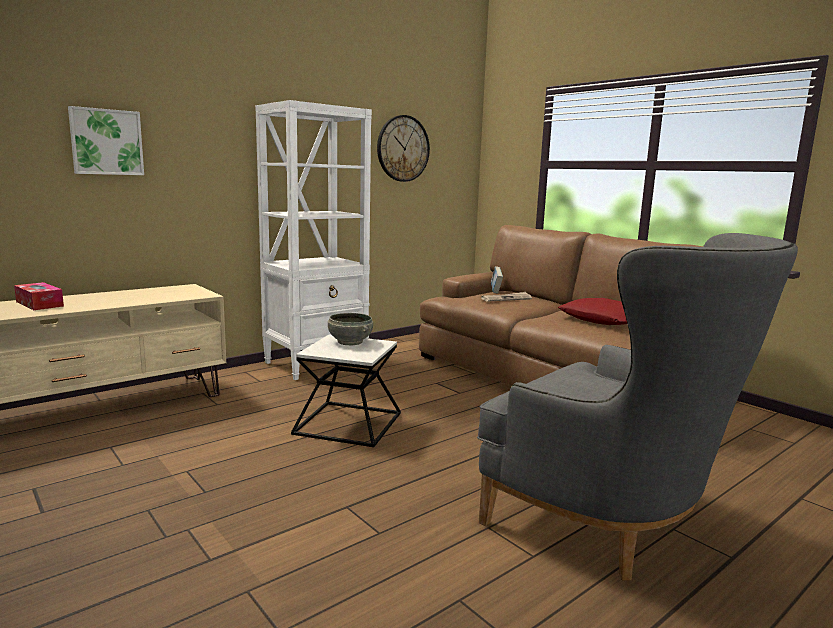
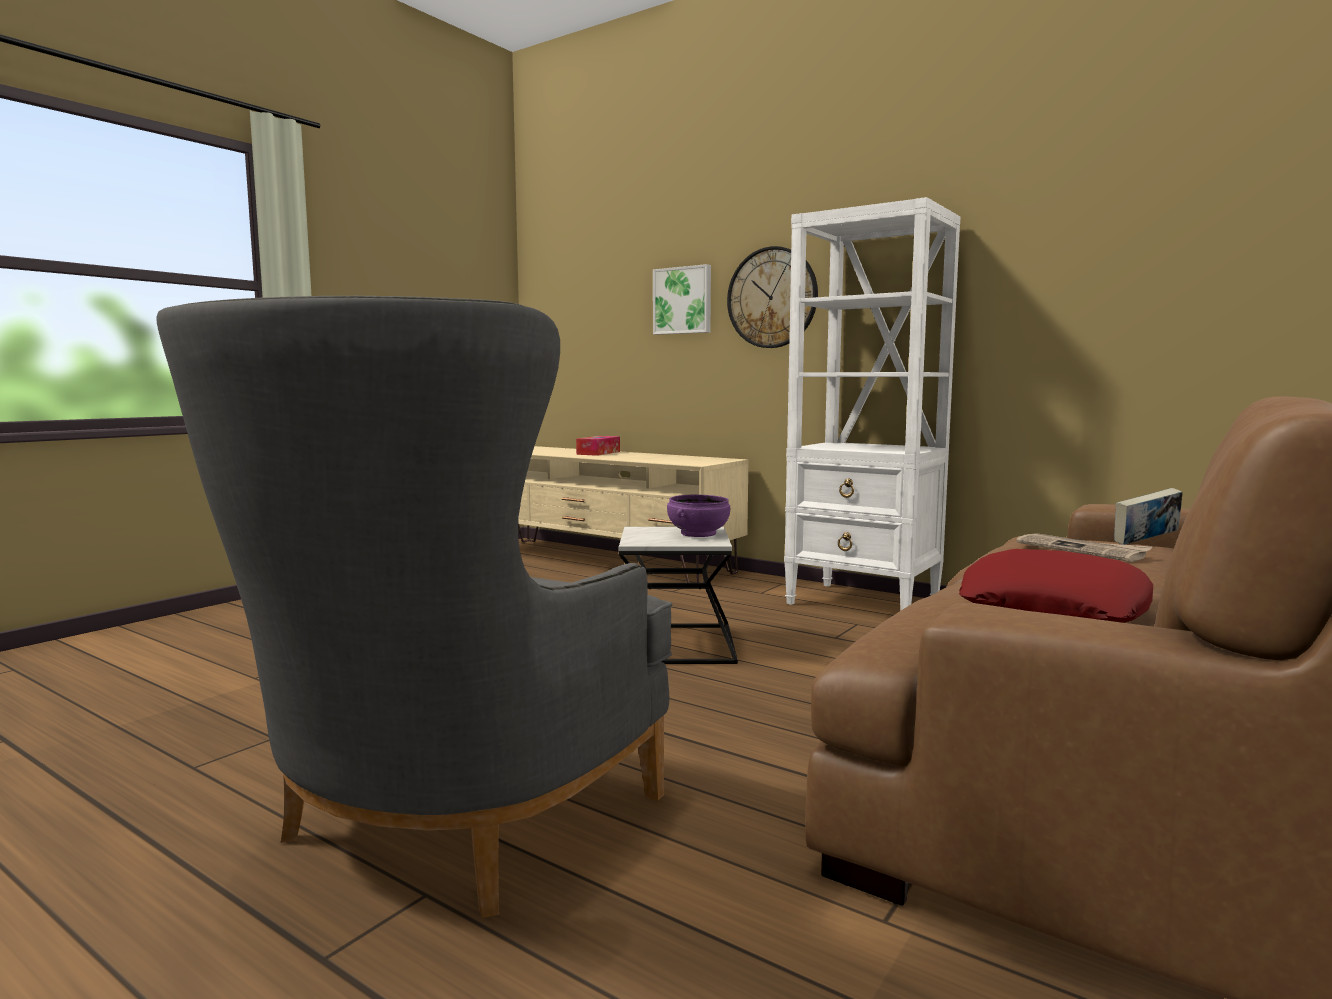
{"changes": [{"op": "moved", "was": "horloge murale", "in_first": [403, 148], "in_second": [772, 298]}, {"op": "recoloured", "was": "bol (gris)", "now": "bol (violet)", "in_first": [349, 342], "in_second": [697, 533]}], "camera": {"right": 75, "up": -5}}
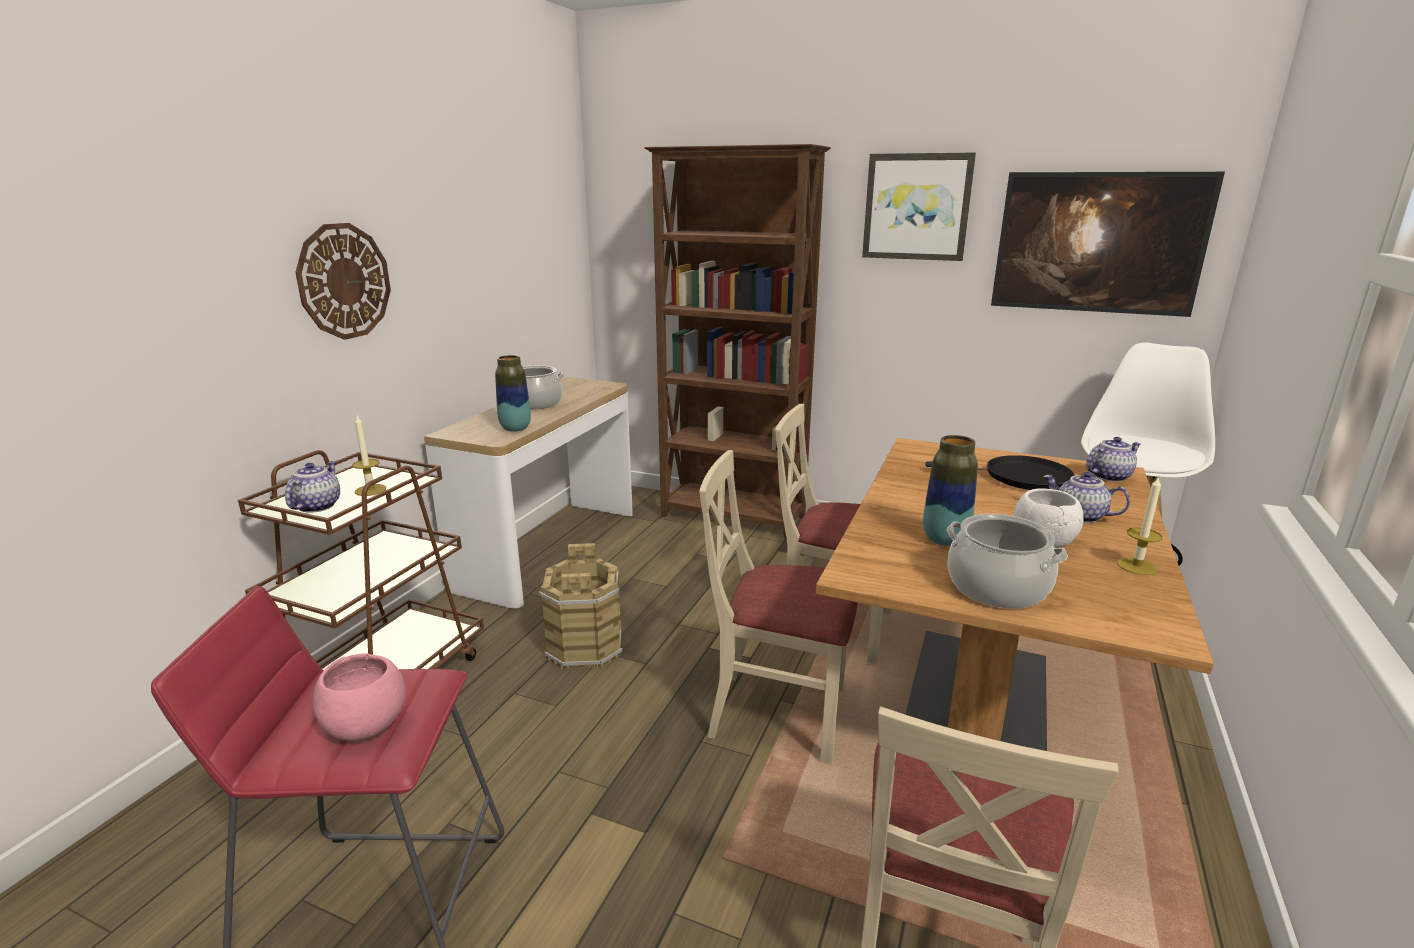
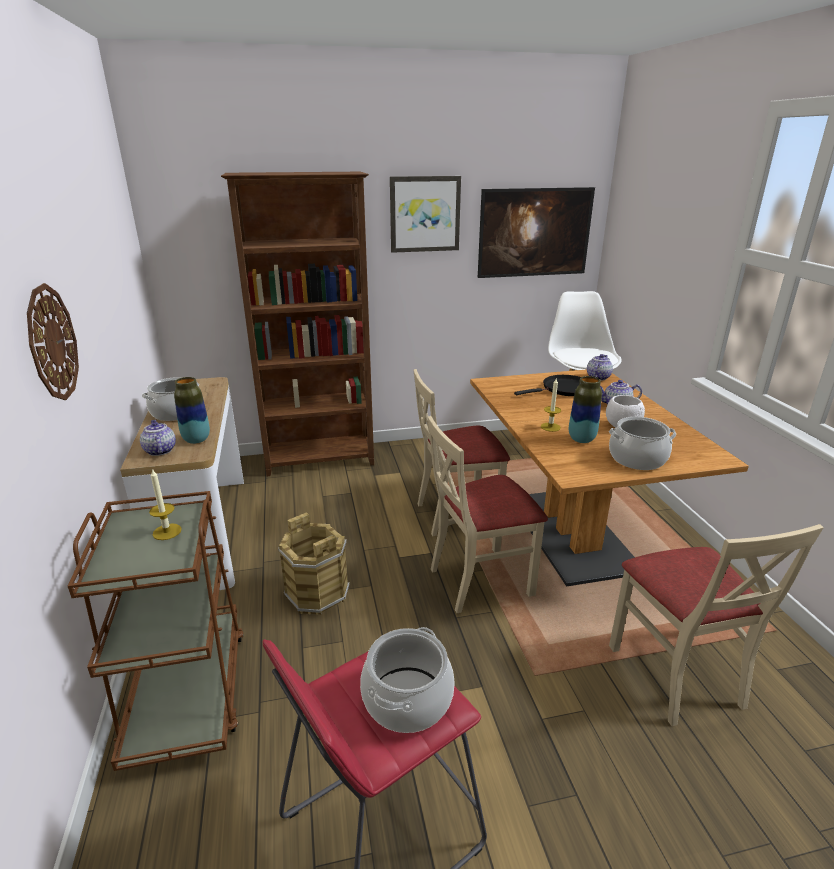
{"changes": [{"op": "moved", "was": "théière", "in_first": [317, 506], "in_second": [159, 450]}, {"op": "moved", "was": "bougie", "in_first": [1136, 566], "in_second": [550, 427]}, {"op": "replaced", "was": "bol (rose)", "now": "marmite", "in_first": [365, 727], "in_second": [408, 699]}], "camera": {"right": -35, "up": 5}}
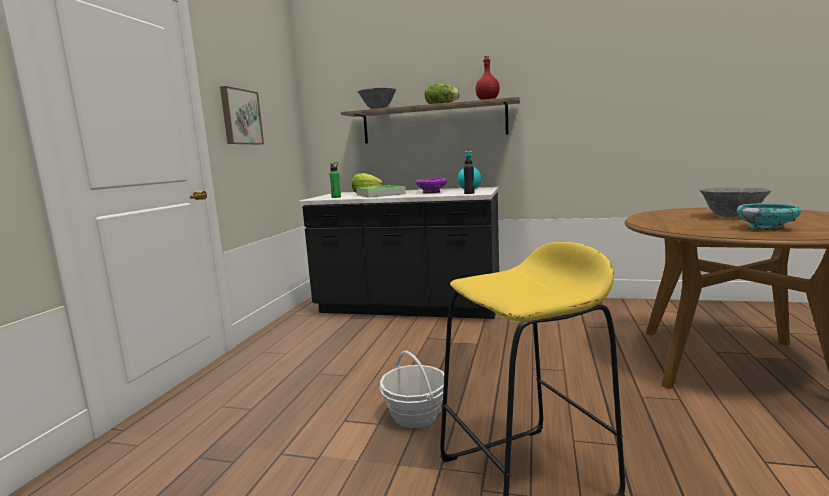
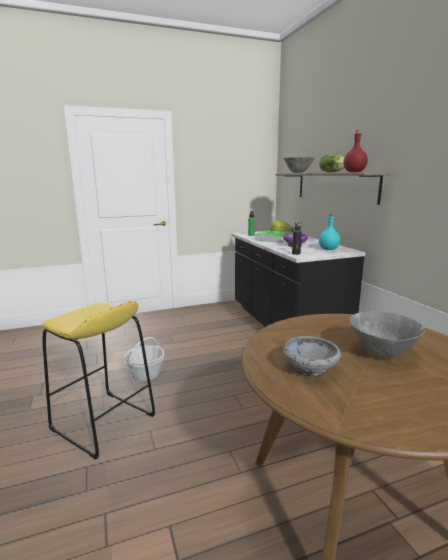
{"changes": [{"op": "removed", "was": "tableau", "in_first": [240, 117]}, {"op": "recoloured", "was": "bol (turquoise)", "now": "bol (gris)", "in_first": [766, 228], "in_second": [310, 370]}], "camera": {"right": 55, "up": 5}}
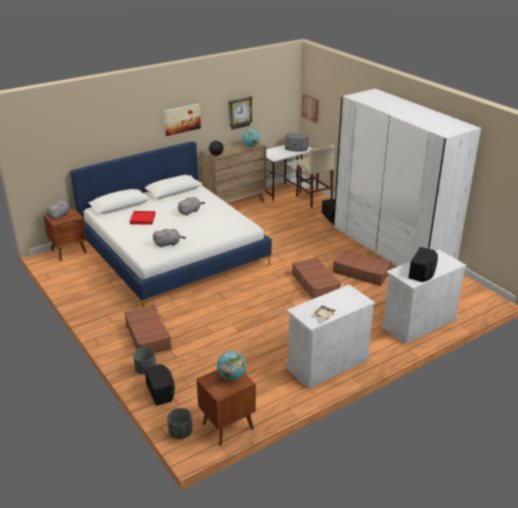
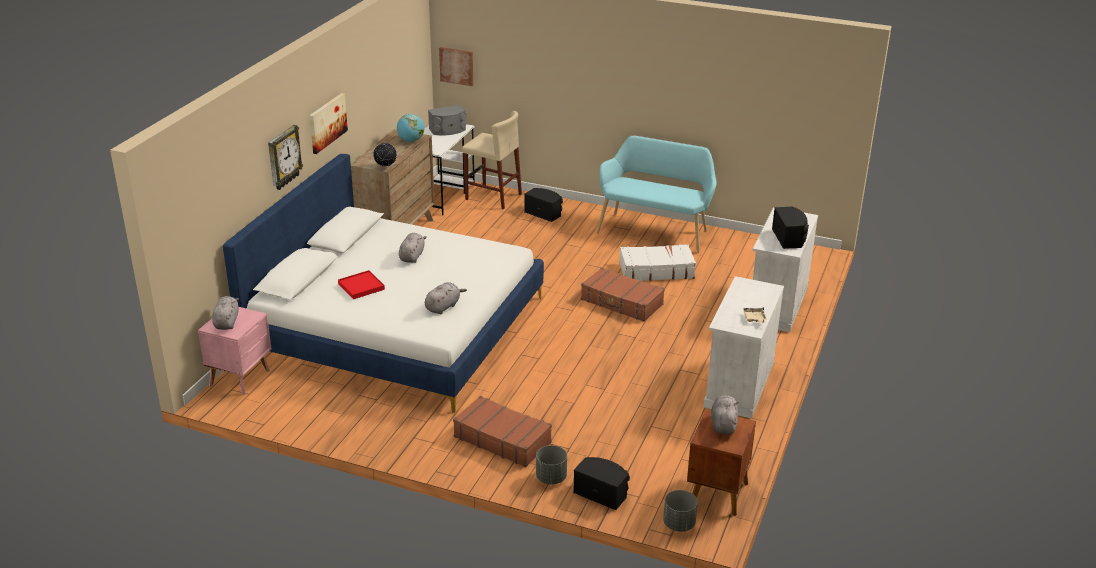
{"changes": [{"op": "replaced", "was": "armoire (blanc)", "now": "banc (turquoise)", "in_first": [391, 248], "in_second": [655, 230]}, {"op": "moved", "was": "horloge murale", "in_first": [239, 112], "in_second": [283, 157]}, {"op": "recoloured", "was": "table de chevet (marron)", "now": "table de chevet (rose)", "in_first": [69, 251], "in_second": [241, 378]}, {"op": "recoloured", "was": "valise (marron)", "now": "valise (blanc)", "in_first": [361, 272], "in_second": [656, 270]}, {"op": "replaced", "was": "globe", "now": "peluche (gris)", "in_first": [231, 376], "in_second": [723, 424]}], "camera": {"right": -35, "up": 0}}
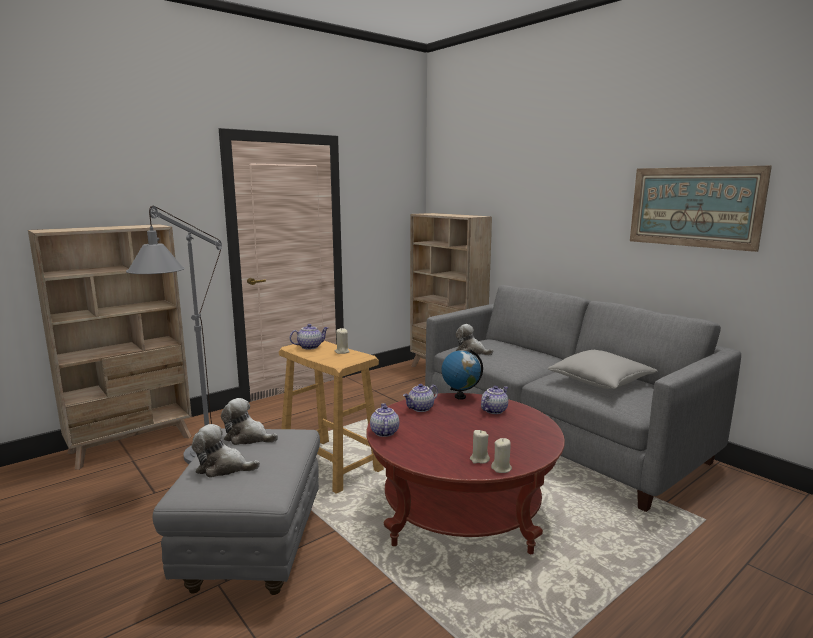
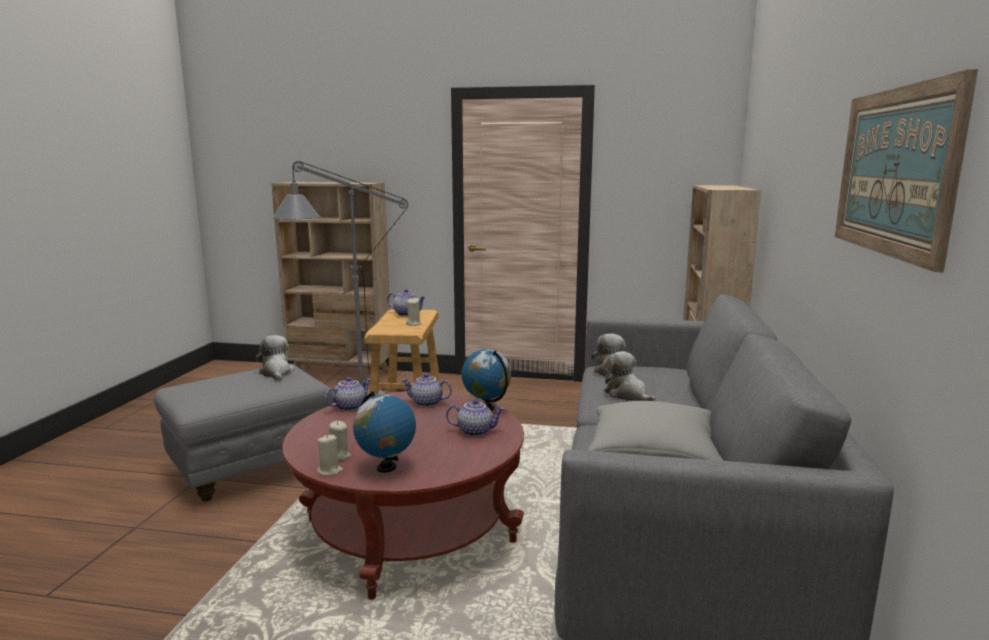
{"changes": [{"op": "moved", "was": "peluche", "in_first": [223, 468], "in_second": [627, 395]}, {"op": "added", "now": "globe", "in_second": [386, 468]}], "camera": {"right": 50, "up": 0}}
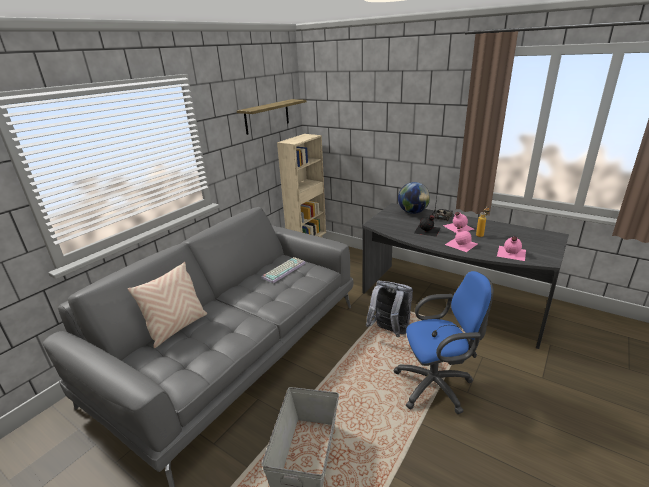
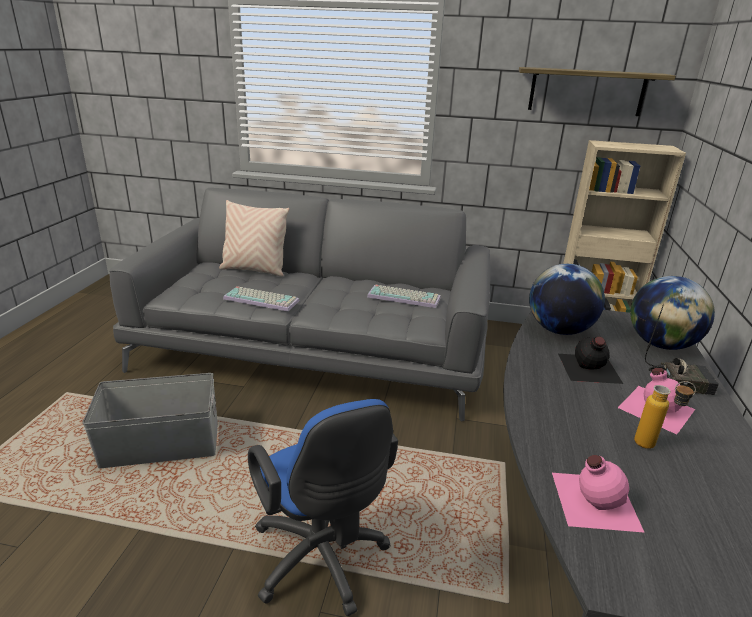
{"changes": [{"op": "removed", "was": "bouteille (rose)", "in_first": [461, 243]}, {"op": "removed", "was": "sac à dos (gris)", "in_first": [389, 331]}, {"op": "added", "now": "globe", "in_second": [559, 330]}, {"op": "added", "now": "clavier", "in_second": [263, 299]}], "camera": {"right": 65, "up": 0}}
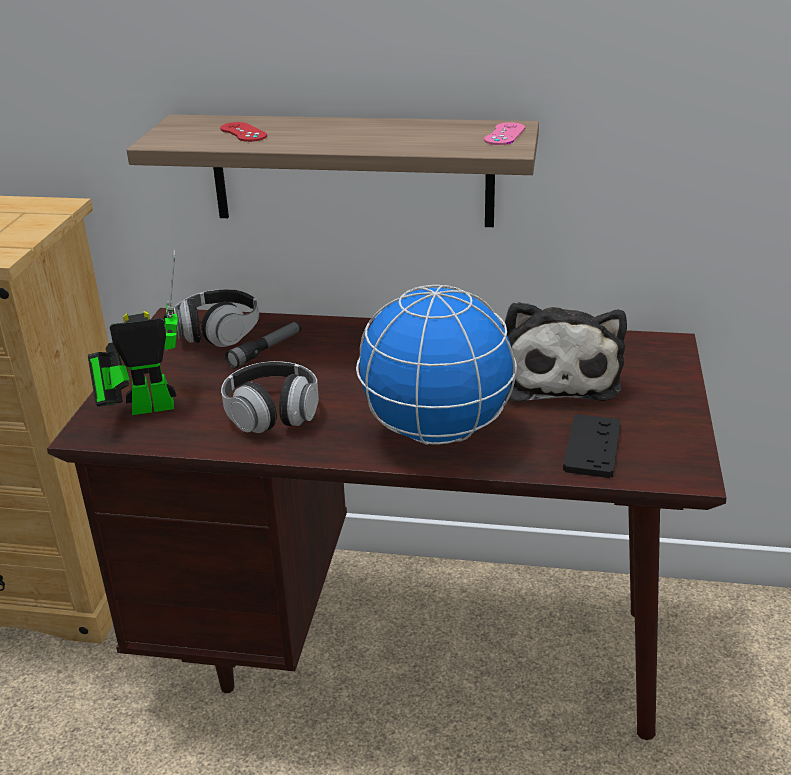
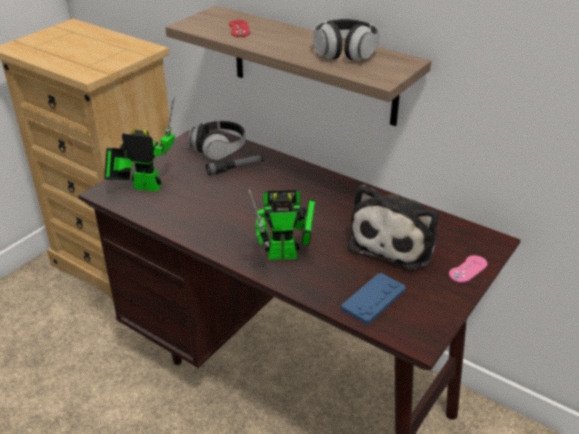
{"changes": [{"op": "moved", "was": "manette (rose)", "in_first": [504, 134], "in_second": [468, 269]}, {"op": "replaced", "was": "globe", "now": "robot jouet", "in_first": [436, 431], "in_second": [287, 254]}, {"op": "moved", "was": "casque audio", "in_first": [272, 414], "in_second": [345, 52]}, {"op": "recoloured", "was": "manette (noir)", "now": "manette (bleu)", "in_first": [592, 447], "in_second": [373, 299]}], "camera": {"right": 25, "up": 5}}
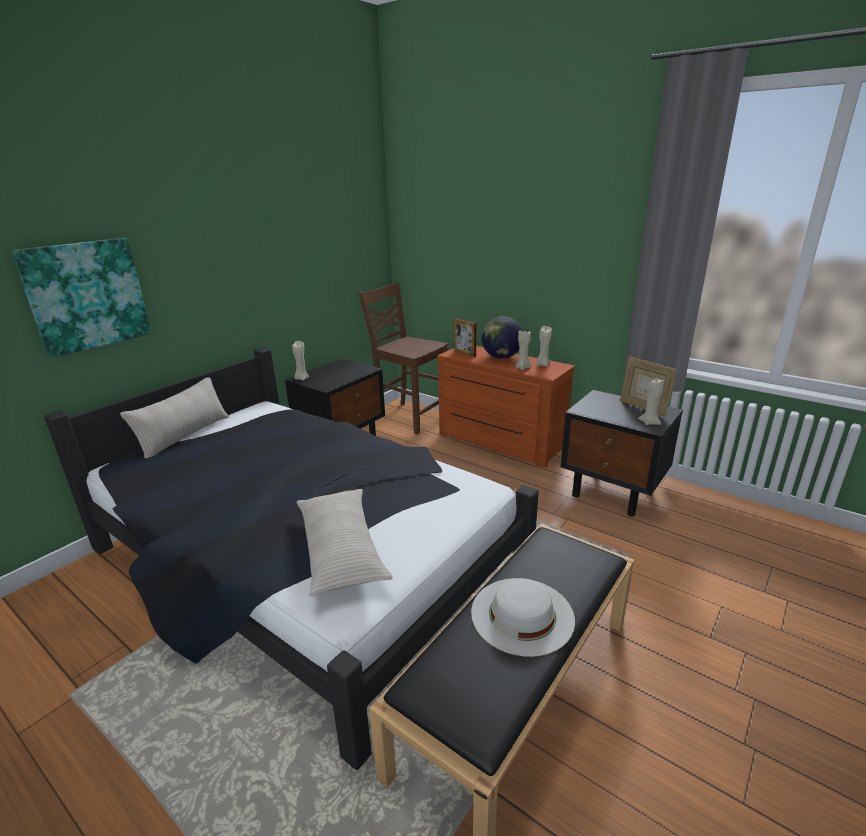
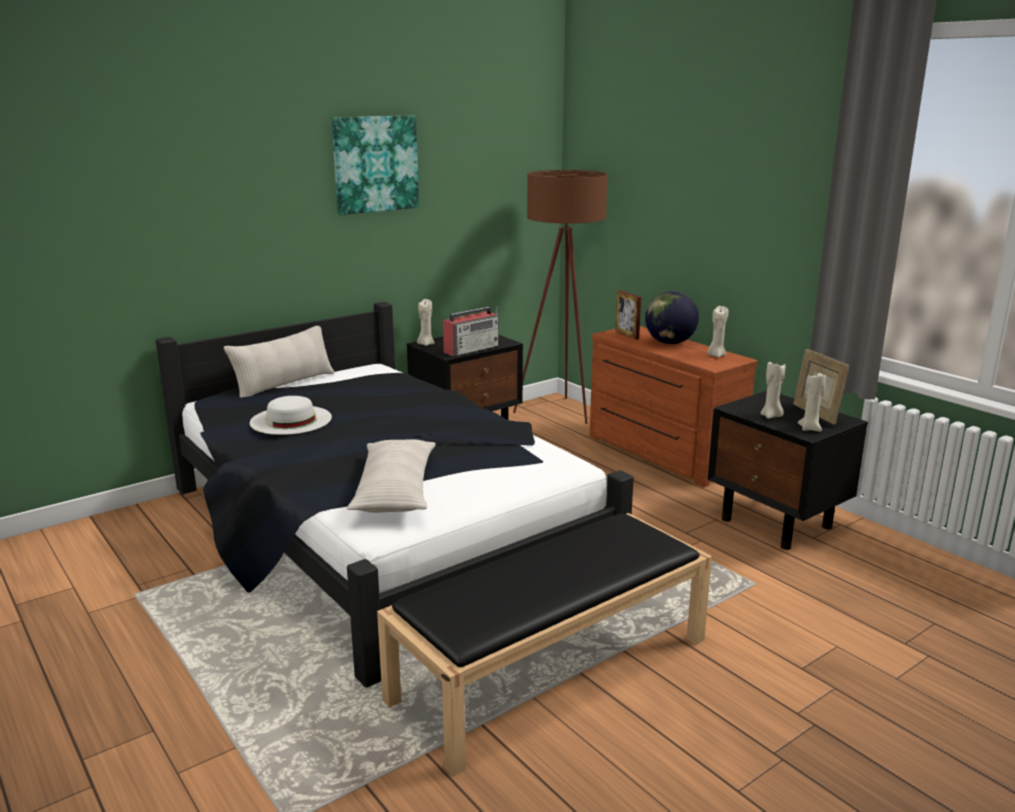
{"changes": [{"op": "moved", "was": "tableau", "in_first": [86, 295], "in_second": [375, 164]}, {"op": "replaced", "was": "chaise (marron)", "now": "lampadaire (marron)", "in_first": [409, 417], "in_second": [561, 414]}, {"op": "moved", "was": "bougie (beige)", "in_first": [523, 368], "in_second": [771, 416]}, {"op": "moved", "was": "chapeau (blanc)", "in_first": [522, 614], "in_second": [291, 420]}, {"op": "added", "now": "radio", "in_second": [472, 349]}], "camera": {"right": 15, "up": -5}}
